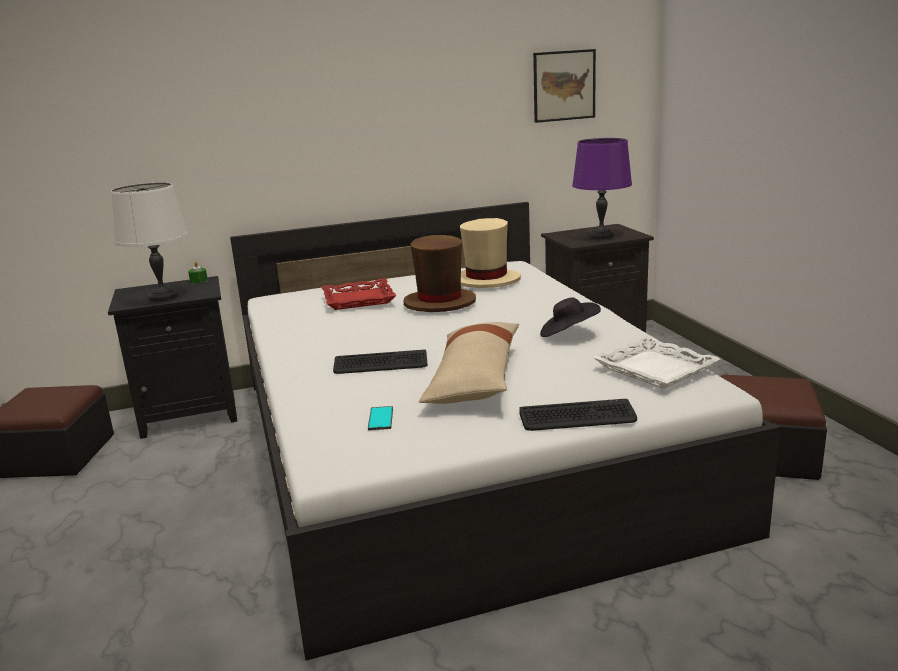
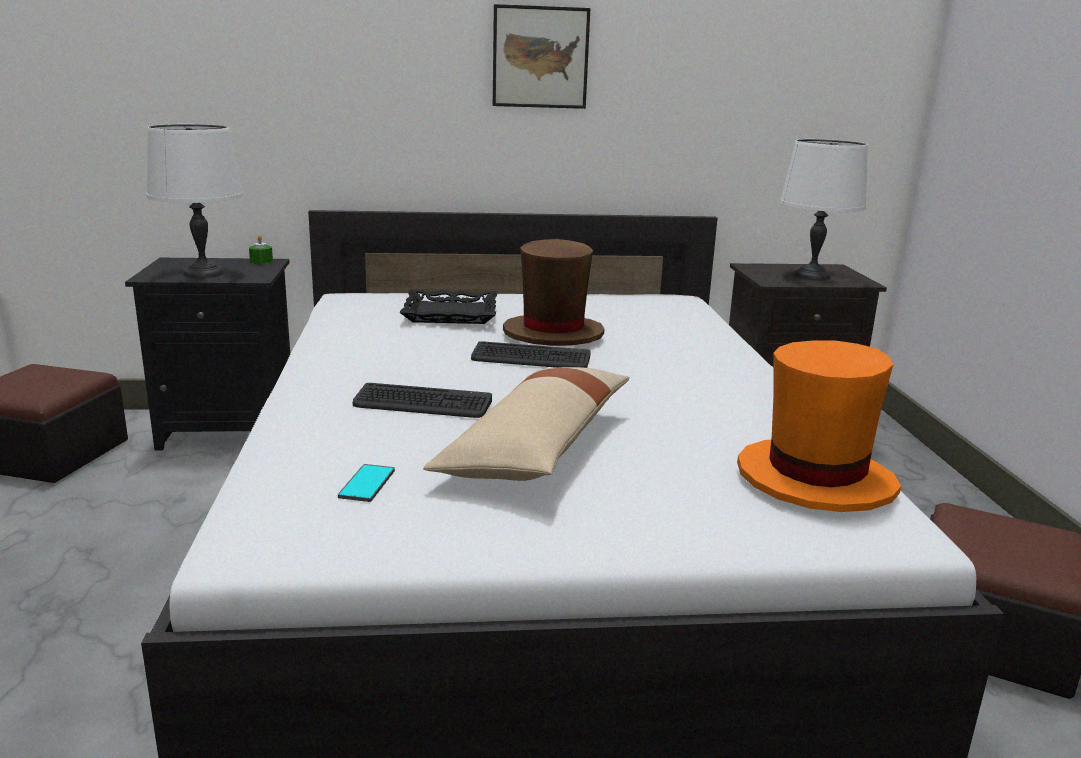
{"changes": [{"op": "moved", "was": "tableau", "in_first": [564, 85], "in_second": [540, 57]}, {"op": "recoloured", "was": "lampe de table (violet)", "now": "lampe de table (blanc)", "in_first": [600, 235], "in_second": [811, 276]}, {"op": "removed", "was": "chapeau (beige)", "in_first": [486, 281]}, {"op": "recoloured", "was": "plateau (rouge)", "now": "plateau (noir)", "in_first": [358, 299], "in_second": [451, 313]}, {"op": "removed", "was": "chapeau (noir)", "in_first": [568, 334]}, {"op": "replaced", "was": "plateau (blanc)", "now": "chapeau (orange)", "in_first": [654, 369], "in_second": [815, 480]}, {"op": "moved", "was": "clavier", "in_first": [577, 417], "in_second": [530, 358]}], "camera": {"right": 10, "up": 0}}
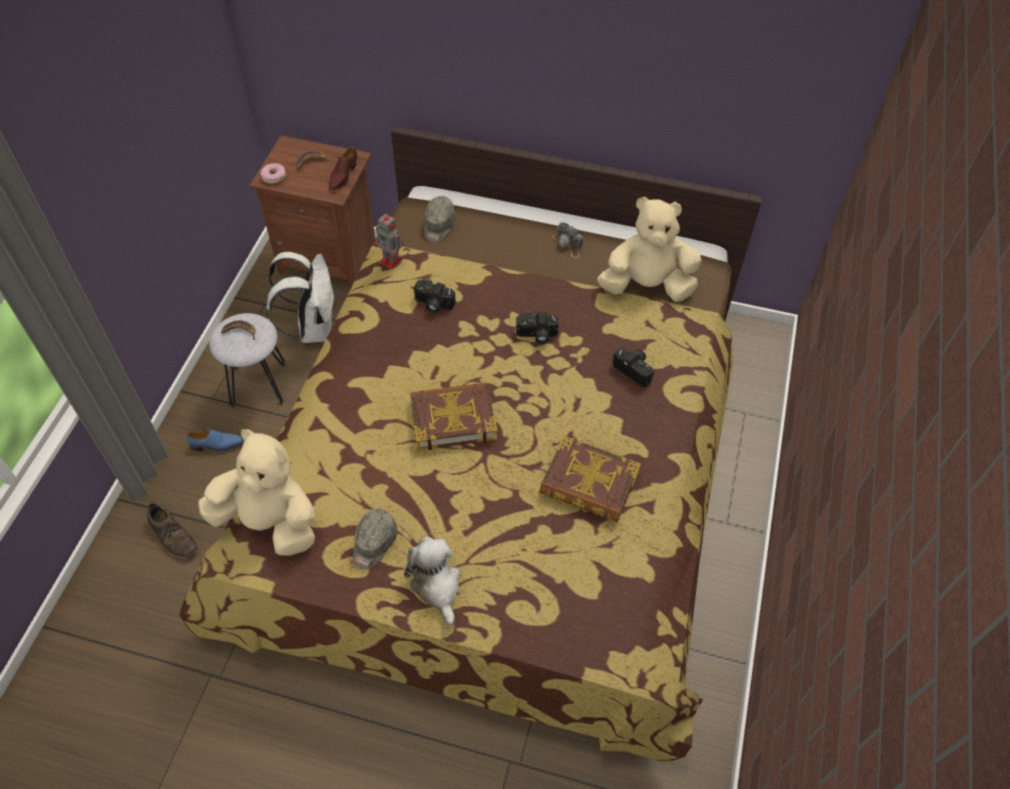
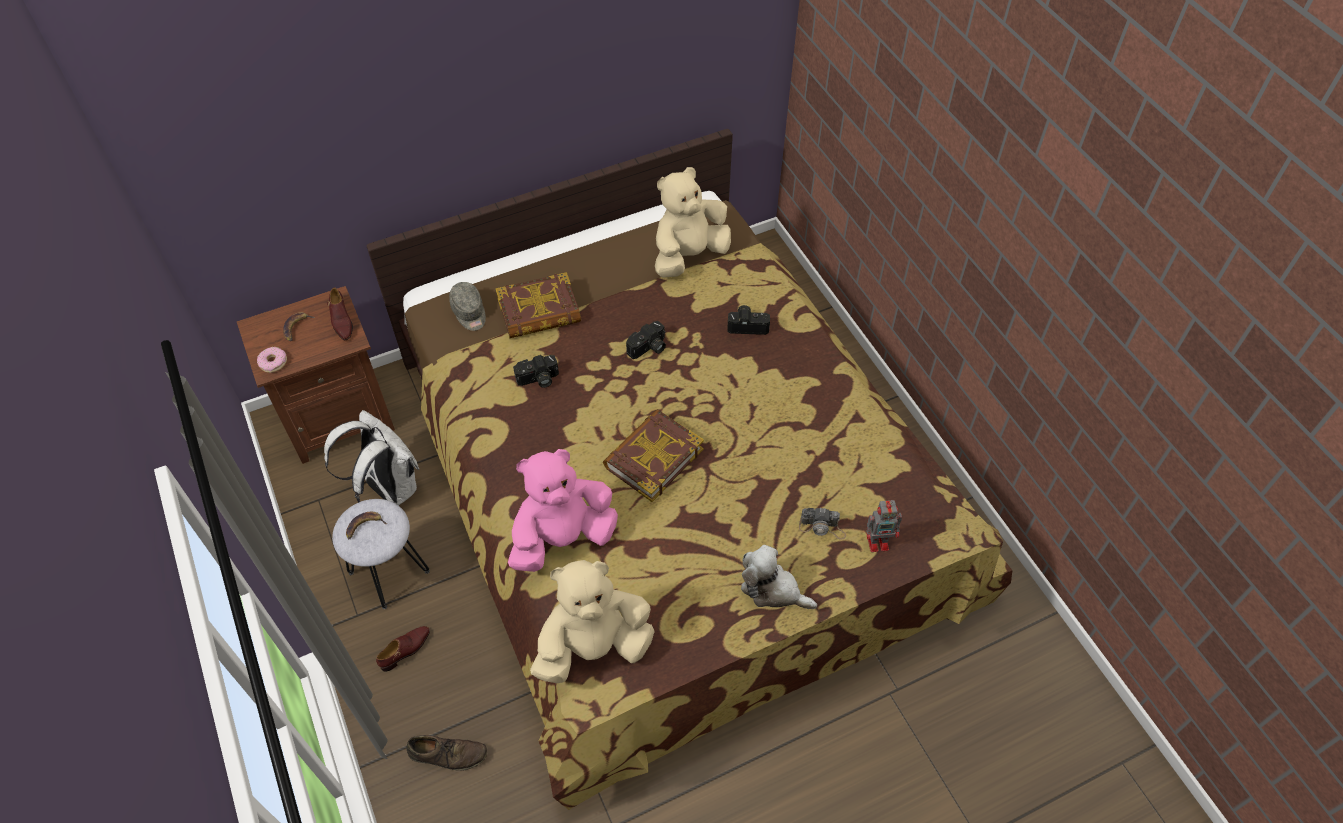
{"changes": [{"op": "moved", "was": "robot jouet", "in_first": [392, 261], "in_second": [879, 541]}, {"op": "moved", "was": "appareil photo", "in_first": [568, 244], "in_second": [822, 527]}, {"op": "recoloured", "was": "chaussure (bleu)", "now": "chaussure (marron)", "in_first": [217, 445], "in_second": [406, 650]}, {"op": "moved", "was": "livre", "in_first": [588, 484], "in_second": [539, 311]}, {"op": "removed", "was": "casquette (gris)", "in_first": [373, 544]}, {"op": "added", "now": "peluche (rose)", "in_second": [562, 538]}], "camera": {"right": -40, "up": 0}}
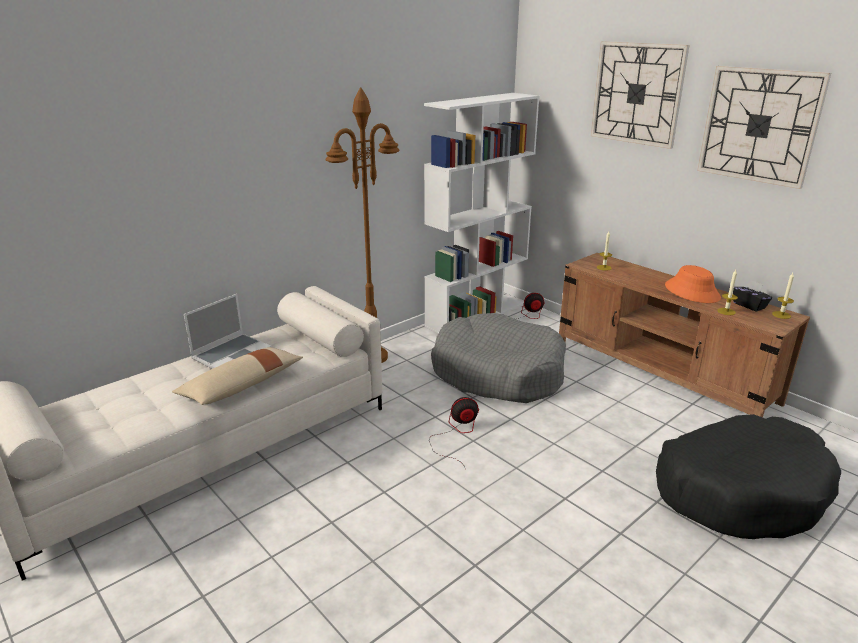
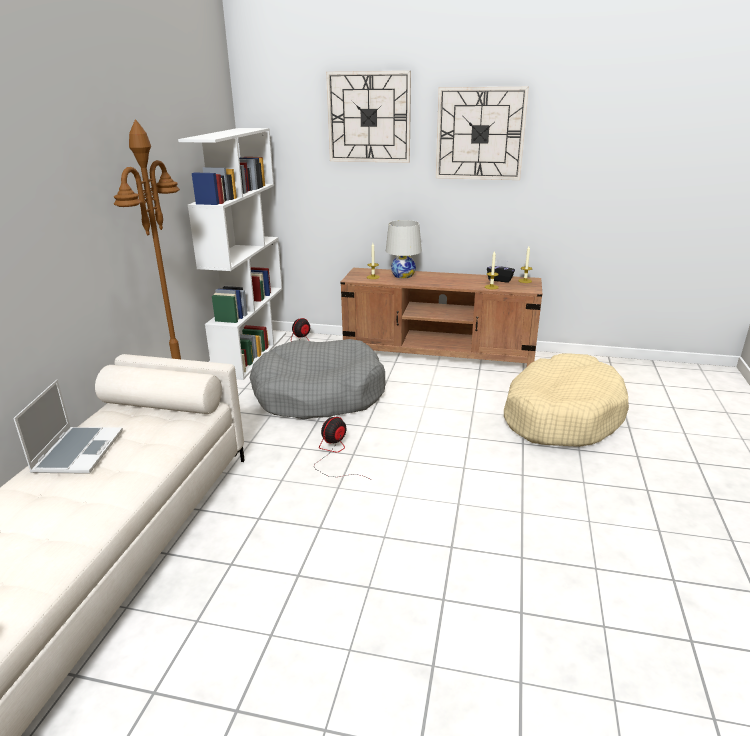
{"changes": [{"op": "removed", "was": "chapeau (orange)", "in_first": [692, 292]}, {"op": "removed", "was": "coussin (beige)", "in_first": [242, 386]}, {"op": "recoloured", "was": "panier pour chien (noir)", "now": "panier pour chien (beige)", "in_first": [740, 490], "in_second": [561, 415]}, {"op": "added", "now": "lampe de table (blanc)", "in_second": [403, 275]}], "camera": {"right": -35, "up": 0}}
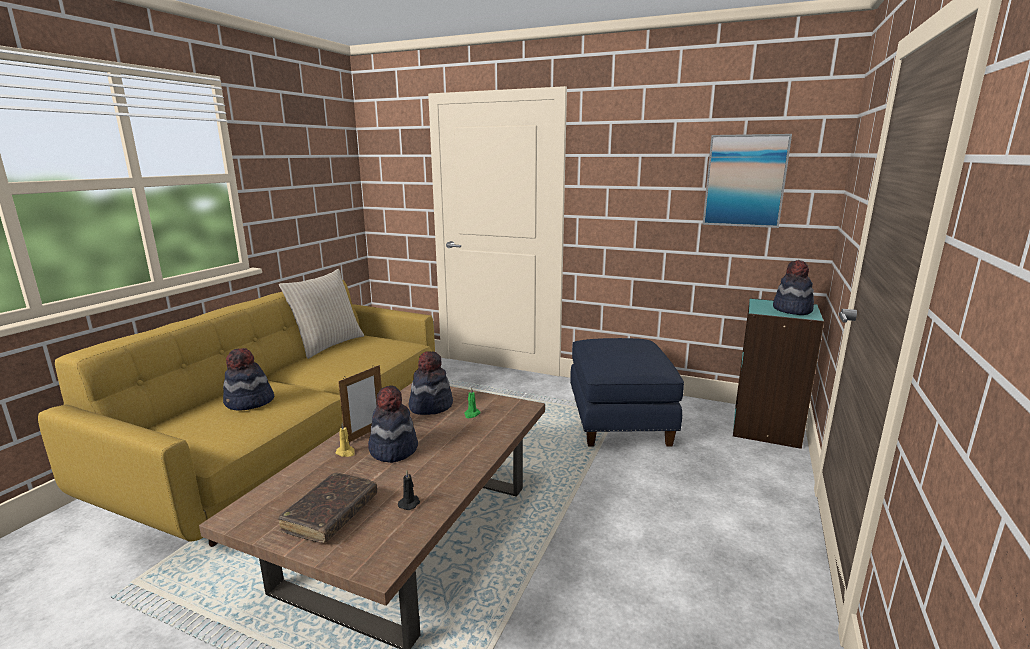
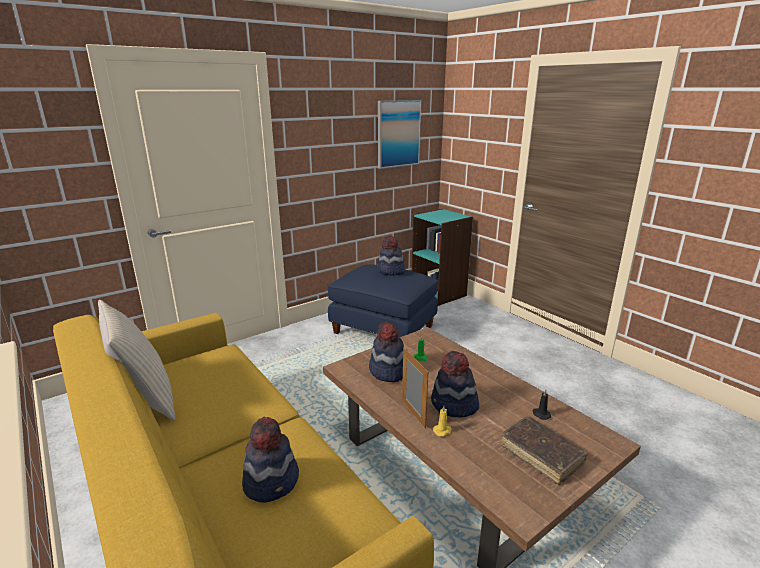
{"changes": [{"op": "moved", "was": "chapeau", "in_first": [792, 310], "in_second": [390, 271]}], "camera": {"right": -60, "up": 5}}
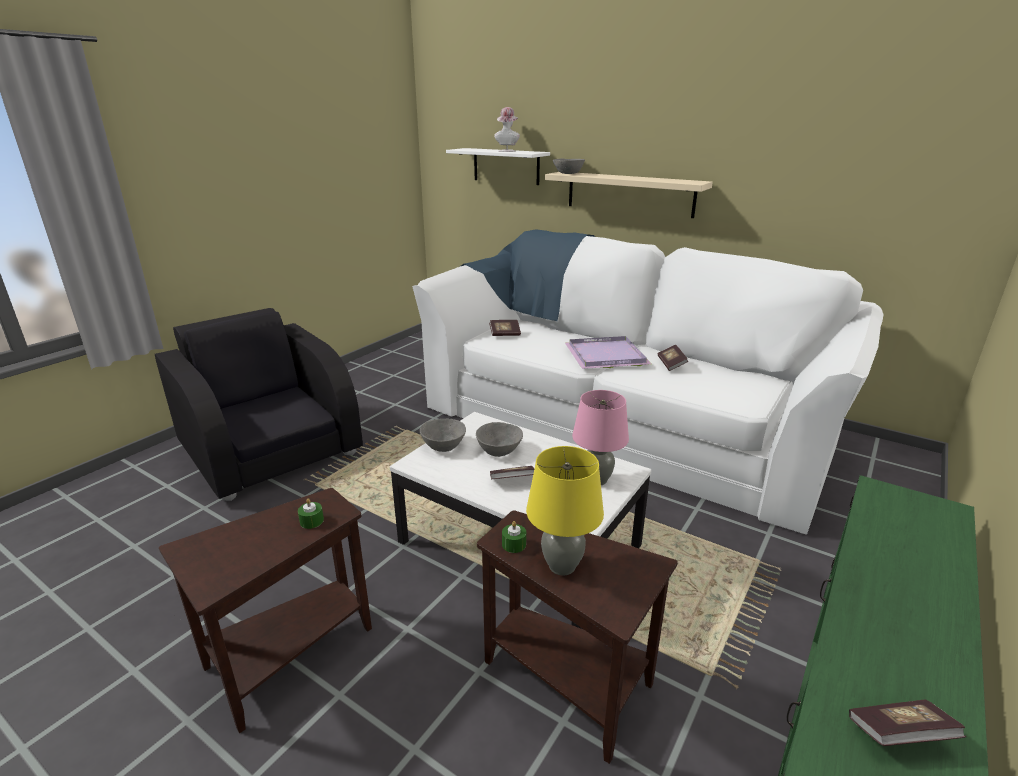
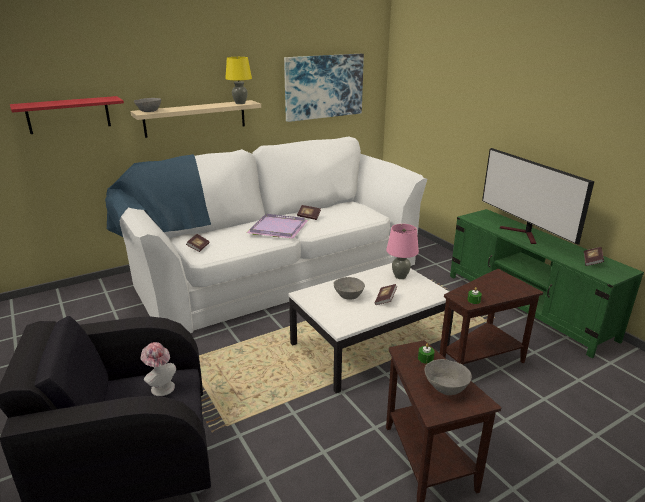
{"changes": [{"op": "moved", "was": "chapeau", "in_first": [507, 151], "in_second": [160, 387]}, {"op": "recoloured", "was": "étagère (blanc)", "now": "étagère (rouge)", "in_first": [506, 166], "in_second": [68, 115]}, {"op": "moved", "was": "bol (gris)", "in_first": [444, 446], "in_second": [446, 387]}, {"op": "moved", "was": "lampe de table (jaune)", "in_first": [561, 566], "in_second": [240, 103]}, {"op": "added", "now": "tableau", "in_second": [324, 86]}, {"op": "added", "now": "téléviseur", "in_second": [524, 234]}], "camera": {"right": -65, "up": 0}}
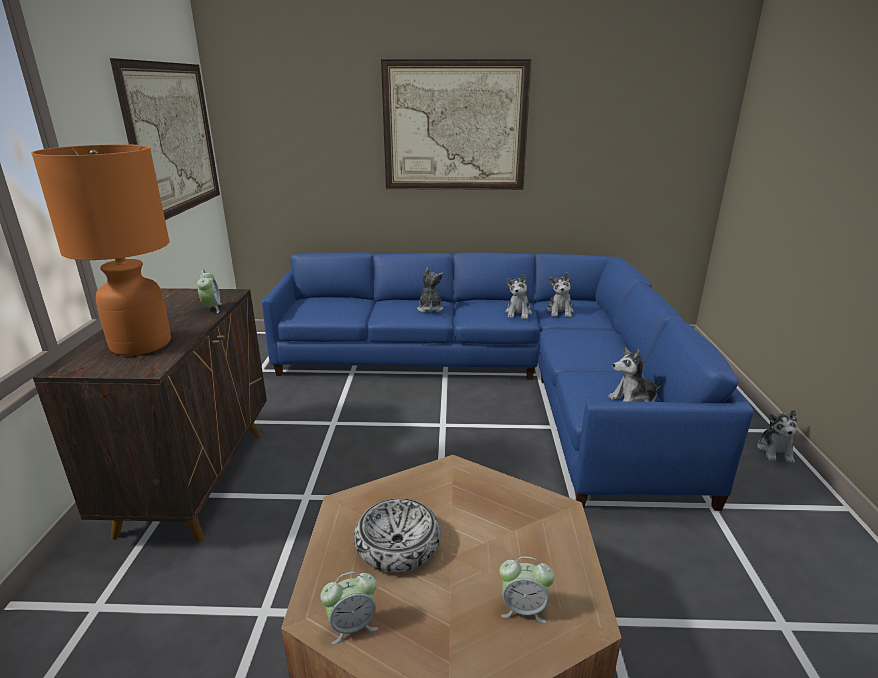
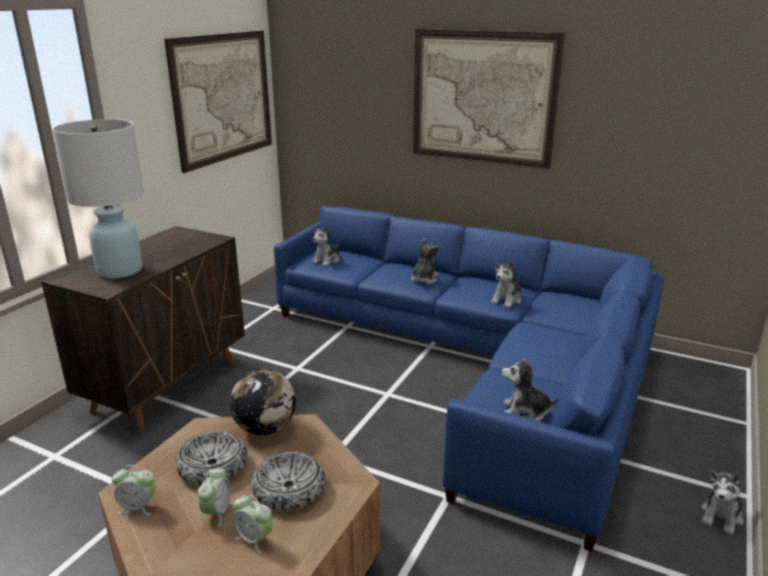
{"changes": [{"op": "recoloured", "was": "lampe de table (orange)", "now": "lampe de table (blanc)", "in_first": [141, 344], "in_second": [120, 271]}, {"op": "moved", "was": "réveil", "in_first": [212, 308], "in_second": [217, 512]}, {"op": "moved", "was": "peluche", "in_first": [560, 311], "in_second": [327, 260]}, {"op": "added", "now": "globe", "in_second": [265, 428]}, {"op": "added", "now": "bol", "in_second": [289, 489]}], "camera": {"right": 25, "up": 0}}
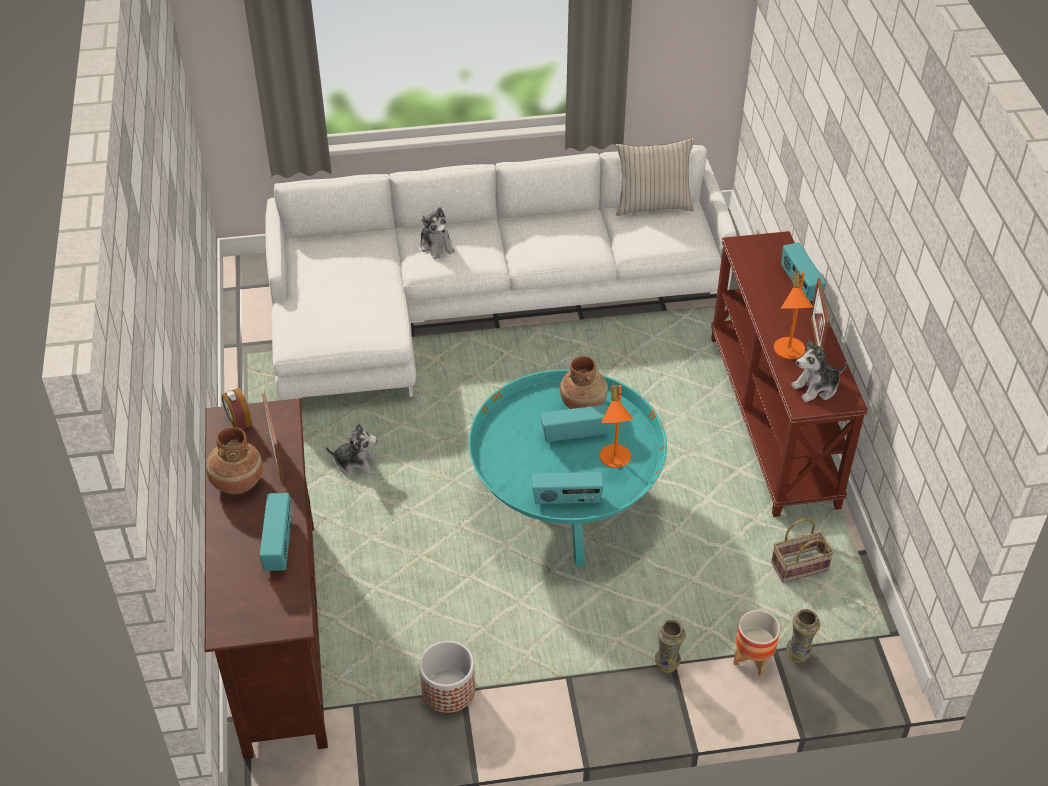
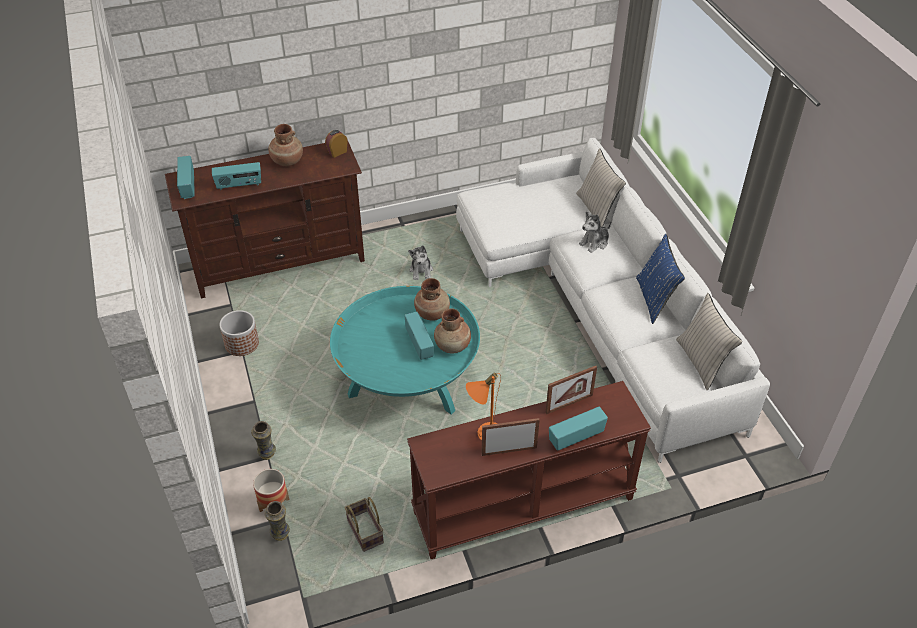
{"changes": [{"op": "removed", "was": "peluche", "in_first": [816, 388]}, {"op": "removed", "was": "lampe de table (orange)", "in_first": [614, 461]}, {"op": "moved", "was": "cadre photo", "in_first": [276, 457], "in_second": [569, 404]}, {"op": "moved", "was": "radio", "in_first": [567, 500], "in_second": [187, 186]}, {"op": "added", "now": "coussin (beige)", "in_second": [597, 210]}, {"op": "added", "now": "coussin (bleu)", "in_second": [654, 299]}, {"op": "added", "now": "vase (marron)", "in_second": [432, 313]}], "camera": {"right": 80, "up": 0}}
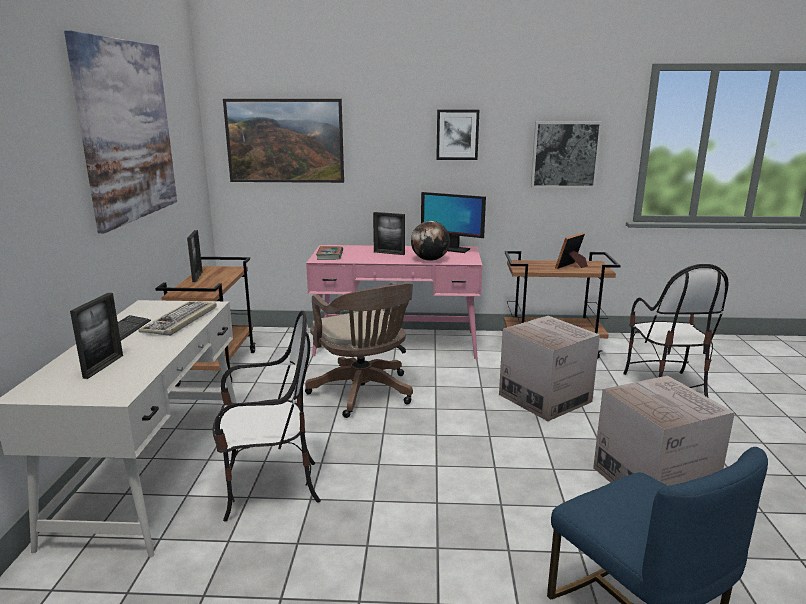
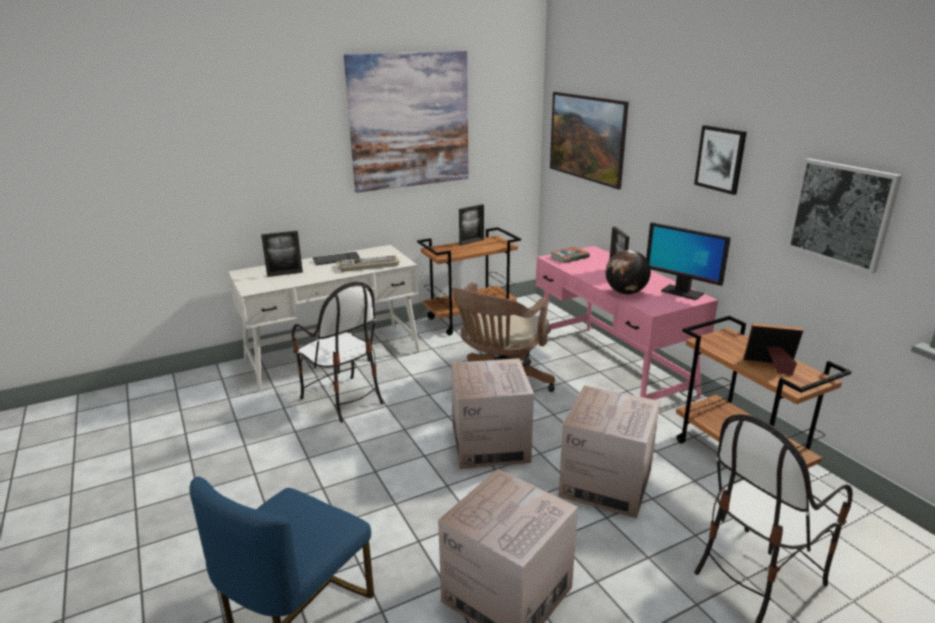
{"changes": [{"op": "turned", "was": "écran d'ordinateur", "in_first": [452, 249], "in_second": [681, 292], "clockwise": -45}, {"op": "added", "now": "carton", "in_second": [490, 444]}], "camera": {"right": 60, "up": 5}}
